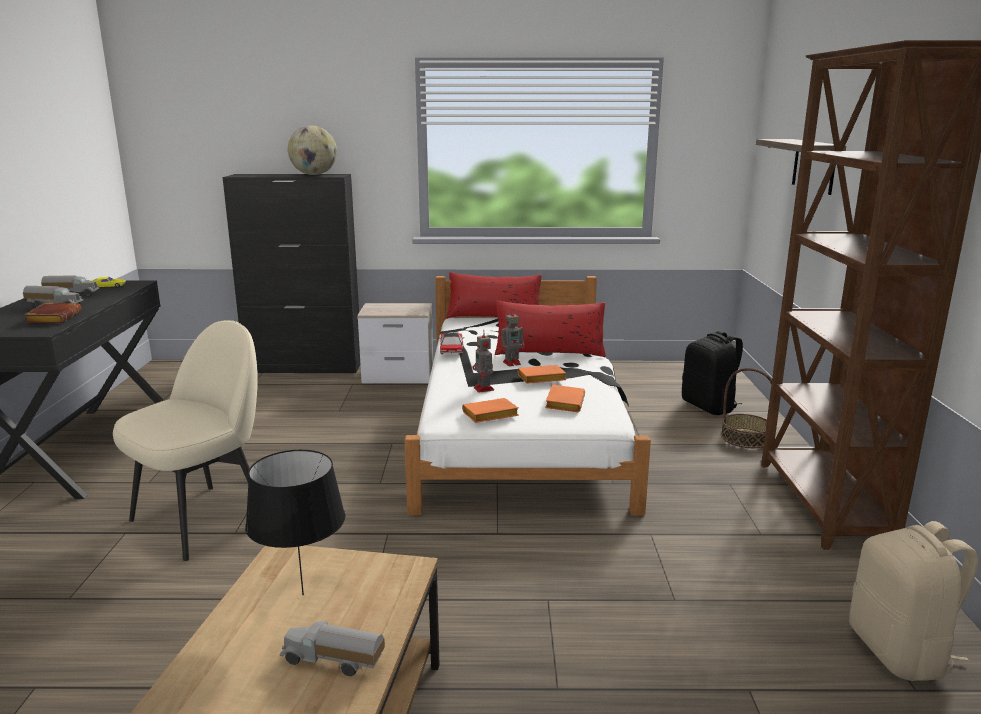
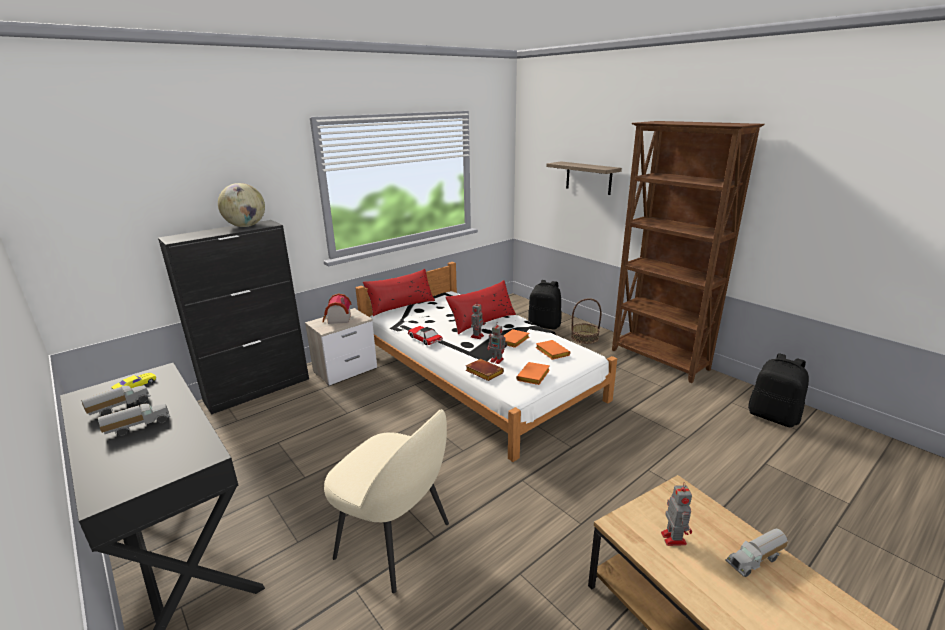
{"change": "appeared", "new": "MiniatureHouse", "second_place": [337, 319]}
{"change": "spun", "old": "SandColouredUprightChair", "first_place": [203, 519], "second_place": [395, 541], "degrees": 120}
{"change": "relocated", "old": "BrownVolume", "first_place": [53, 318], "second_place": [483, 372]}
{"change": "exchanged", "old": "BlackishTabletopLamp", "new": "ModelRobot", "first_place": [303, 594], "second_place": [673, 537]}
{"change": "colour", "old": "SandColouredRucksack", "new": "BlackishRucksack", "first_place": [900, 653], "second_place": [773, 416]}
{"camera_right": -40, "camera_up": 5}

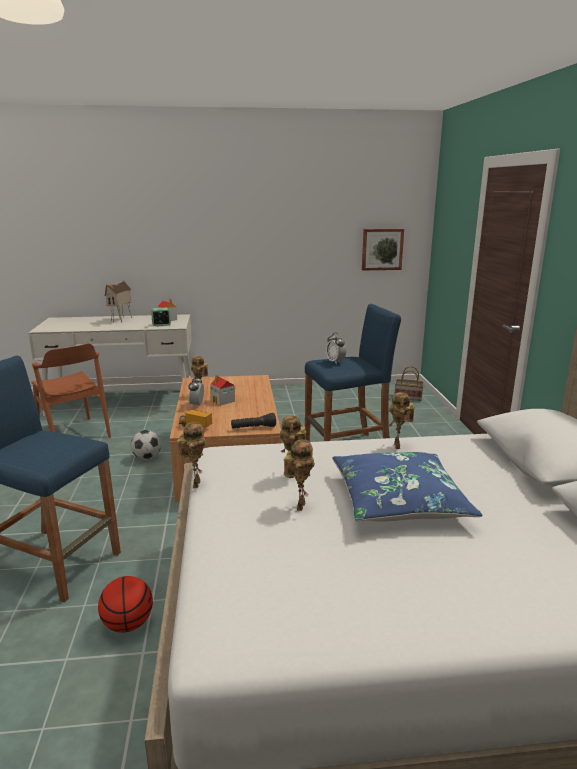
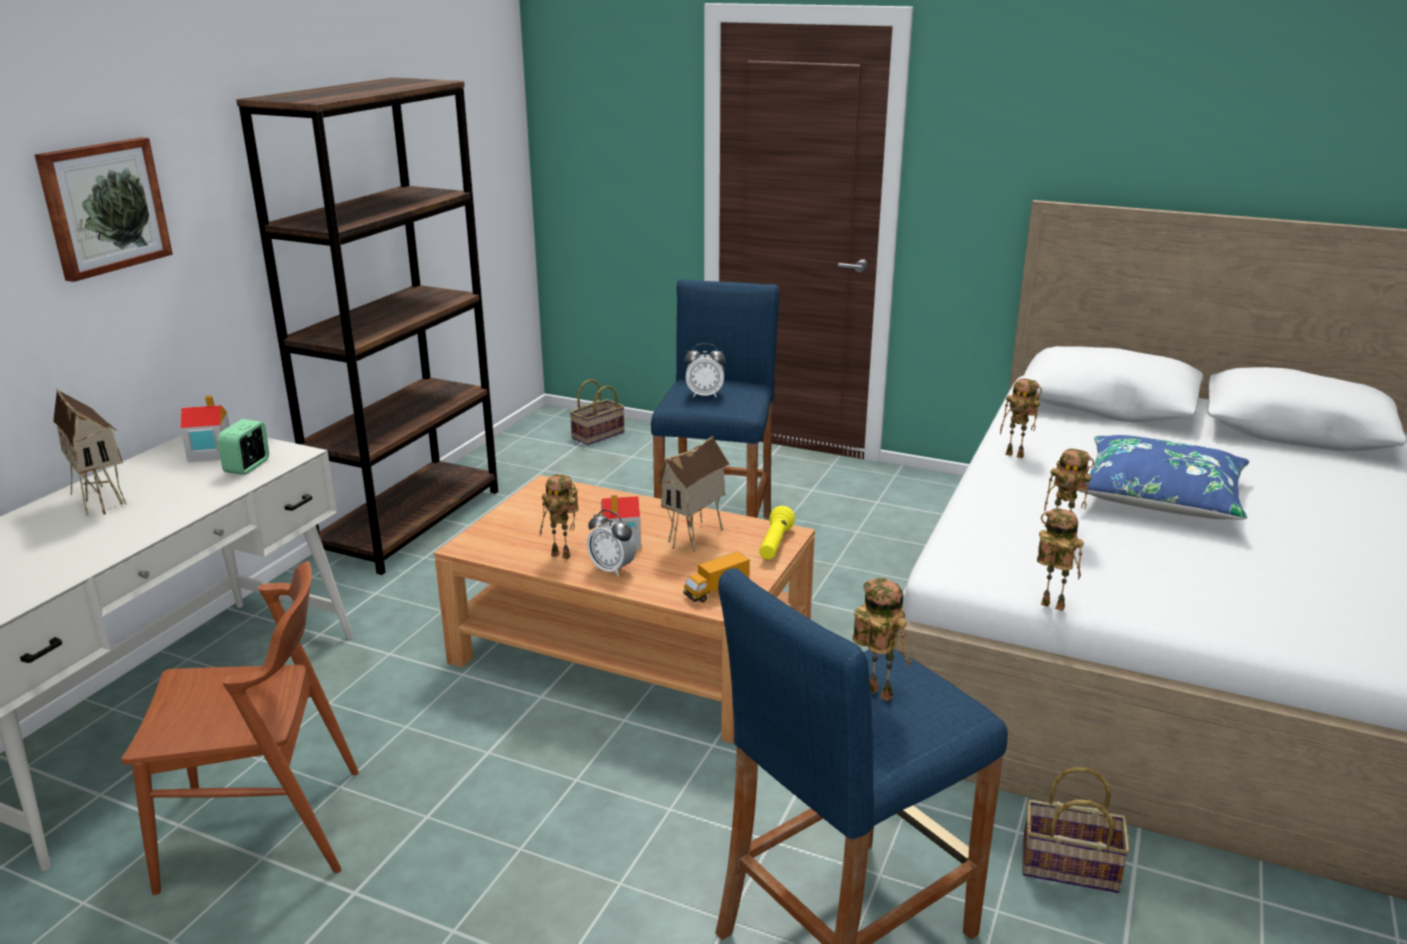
{"change": "relocated", "old": "Picture", "first_place": [382, 249], "second_place": [103, 207]}
{"change": "appeared", "new": "BrownBookcase", "second_place": [412, 522]}
{"change": "appeared", "new": "MiniatureHouse", "second_place": [695, 539]}
{"change": "colour", "old": "BlackishFlashlight", "new": "YellowishFlashlight", "first_place": [253, 428], "second_place": [775, 545]}
{"change": "relocated", "old": "ModelRobot", "first_place": [299, 505], "second_place": [875, 694]}
{"change": "exchanged", "old": "Basketball", "new": "Basket", "first_place": [128, 624], "second_place": [1067, 868]}
{"change": "missing", "old": "Football", "first_place": [147, 458]}
{"camera_right": -60, "camera_up": 5}

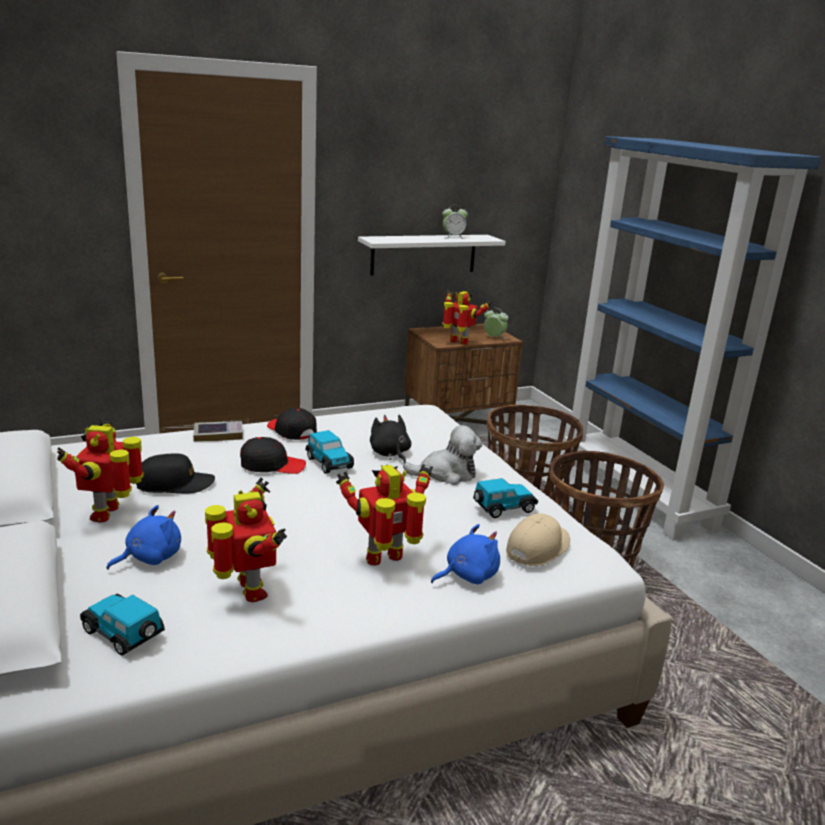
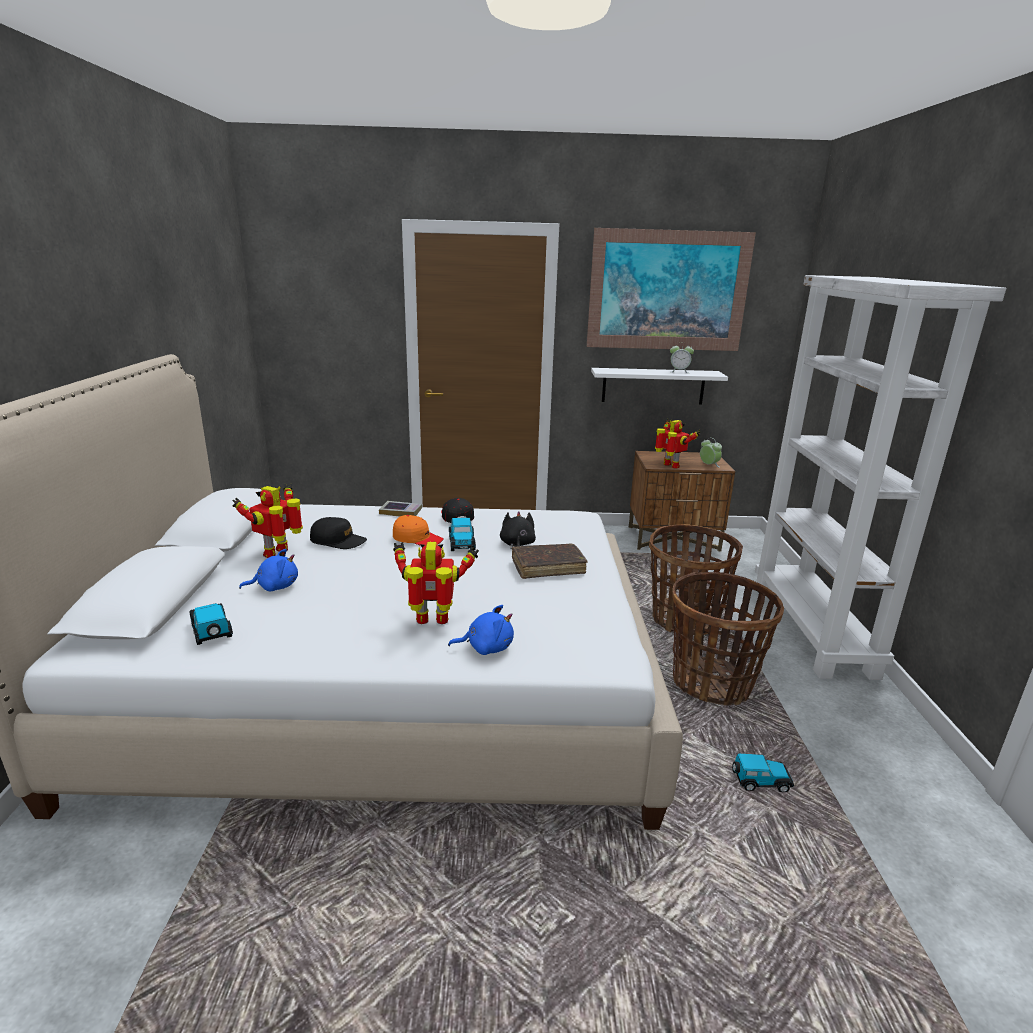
{"change": "colour", "old": "BlackishPeakedCap", "new": "OrangeyPeakedCap", "first_place": [272, 465], "second_place": [417, 539]}
{"change": "exchanged", "old": "CuddlyToy", "new": "BrownVolume", "first_place": [446, 474], "second_place": [548, 567]}
{"change": "appeared", "new": "Picture", "second_place": [668, 291]}
{"change": "relocated", "old": "MiniatureCar", "first_place": [503, 508], "second_place": [759, 781]}
{"change": "colour", "old": "BluishBookcase", "new": "WhiteColouredBookcase", "first_place": [638, 493], "second_place": [813, 629]}
{"change": "missing", "old": "ModelRobot", "first_place": [249, 591]}
{"change": "missing", "old": "SandColouredPeakedCap", "first_place": [538, 548]}
{"camera_right": 25, "camera_up": 0}

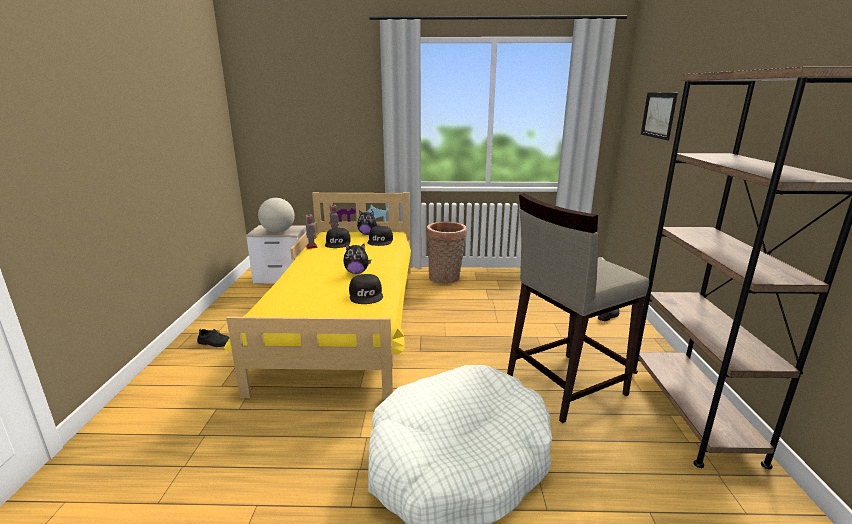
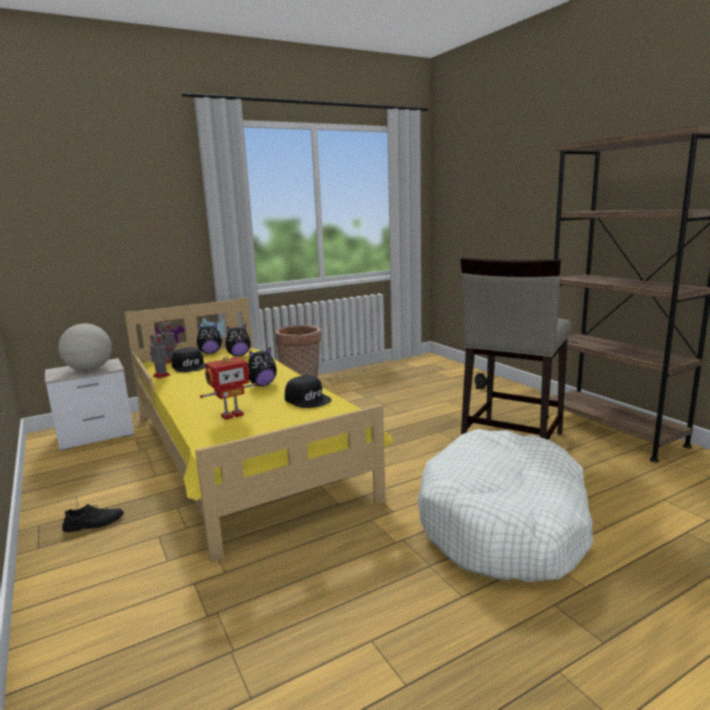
{"change": "appeared", "new": "ModelRobot", "second_place": [232, 415]}
{"change": "exchanged", "old": "BlackishPeakedCap", "new": "CuddlyToy", "first_place": [380, 241], "second_place": [238, 355]}
{"change": "missing", "old": "Picture", "first_place": [658, 115]}
{"camera_right": -30, "camera_up": -5}

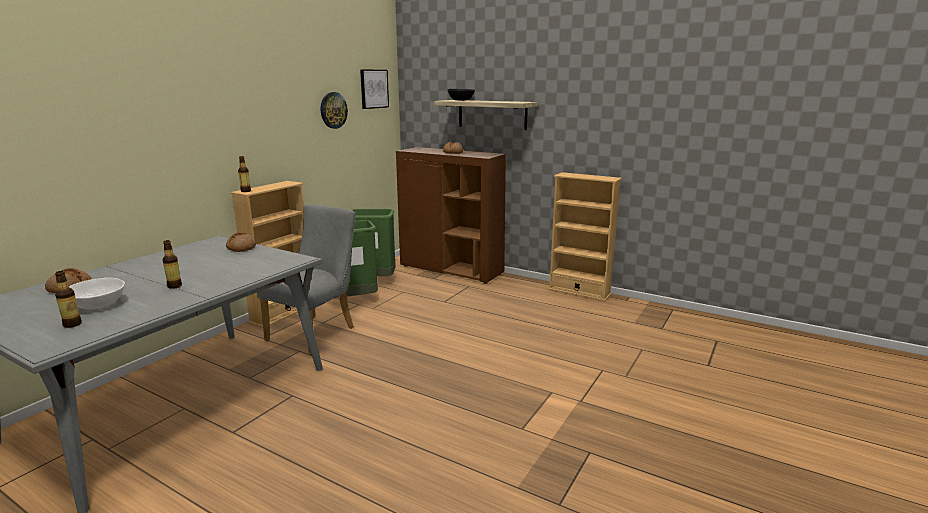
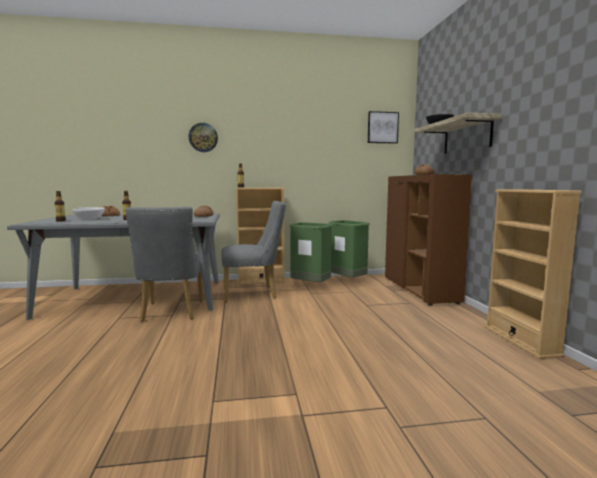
{"change": "appeared", "new": "GreyUprightChair", "second_place": [171, 313]}
{"change": "relocated", "old": "WallClock", "first_place": [333, 110], "second_place": [203, 137]}
{"camera_right": 50, "camera_up": -10}

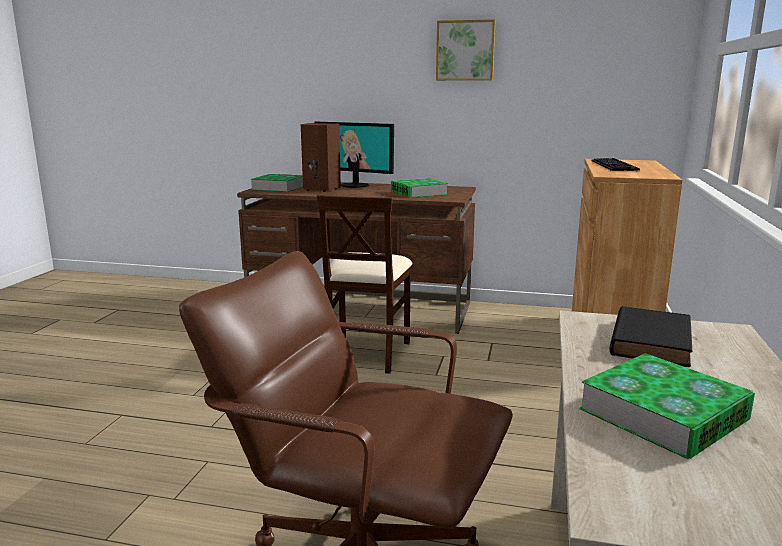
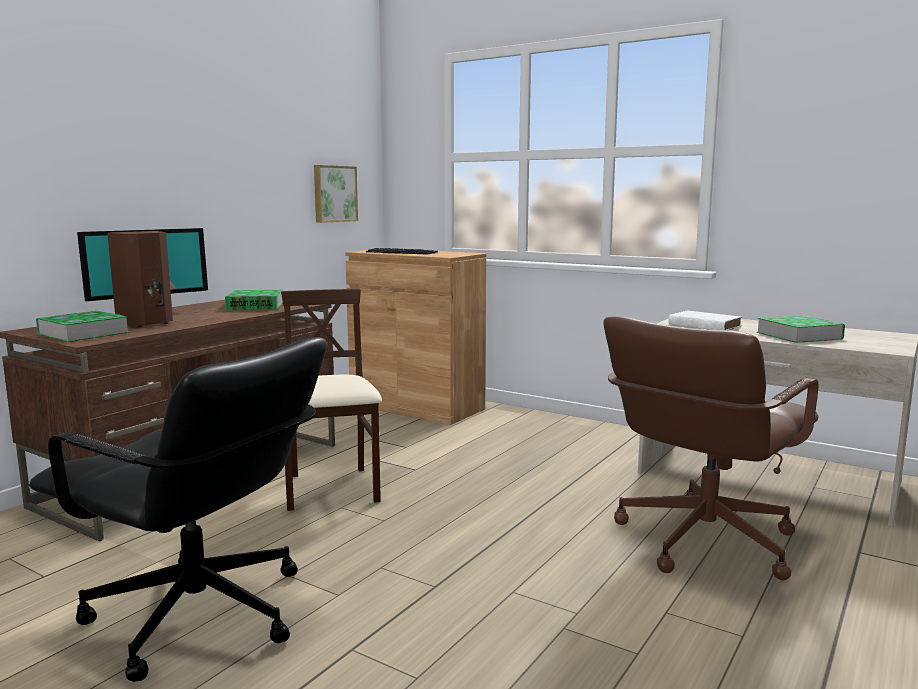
{"change": "appeared", "new": "BlackishDeskChair", "second_place": [199, 616]}
{"change": "spun", "old": "SandColouredUprightChair", "first_place": [366, 353], "second_place": [331, 489], "degrees": -135}
{"change": "relocated", "old": "Picture", "first_place": [465, 51], "second_place": [334, 194]}
{"change": "colour", "old": "BlackishVolume", "new": "WhiteColouredVolume", "first_place": [650, 341], "second_place": [702, 325]}
{"camera_right": -70, "camera_up": -5}

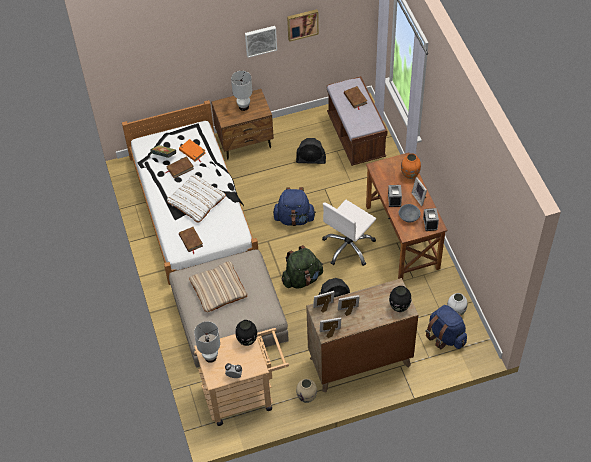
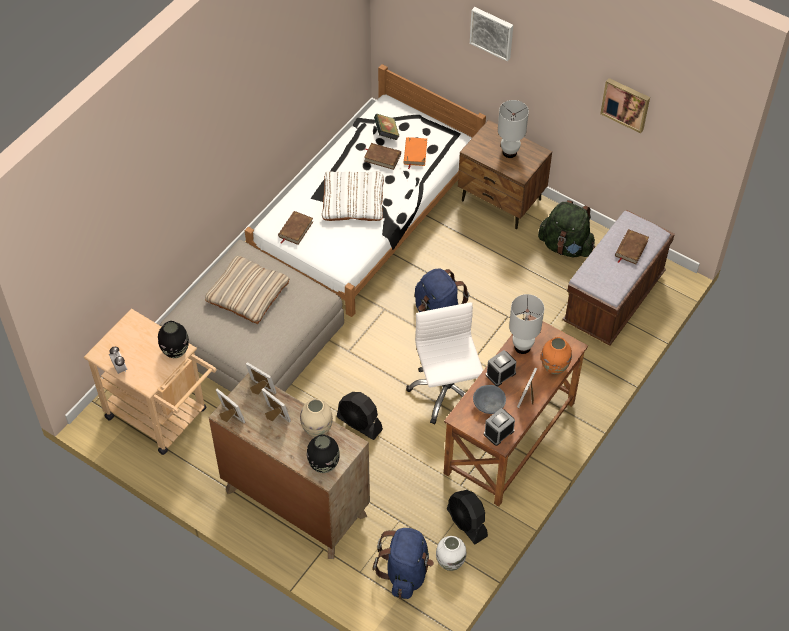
{"change": "relocated", "old": "SandColouredFlowerVase", "first_place": [307, 397], "second_place": [317, 429]}
{"change": "spun", "old": "WhiteColouredDeskChair", "first_place": [348, 247], "second_place": [446, 392], "degrees": 75}
{"change": "relocated", "old": "BlackishFan", "first_place": [311, 159], "second_place": [466, 523]}
{"change": "relocated", "old": "Picture", "first_place": [260, 40], "second_place": [492, 32]}
{"change": "relocated", "old": "WhiteColouredTabletopLamp", "first_place": [210, 357], "second_place": [522, 347]}
{"change": "relocated", "old": "GreenColouredRucksack", "first_place": [302, 278], "second_place": [565, 246]}
{"camera_right": 50, "camera_up": 0}

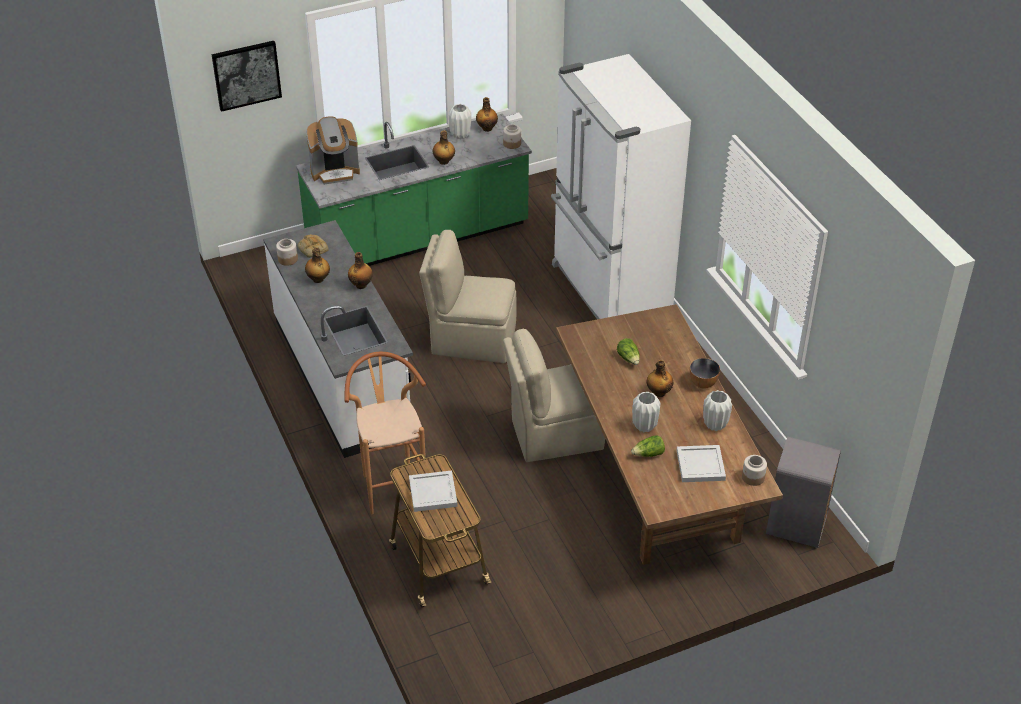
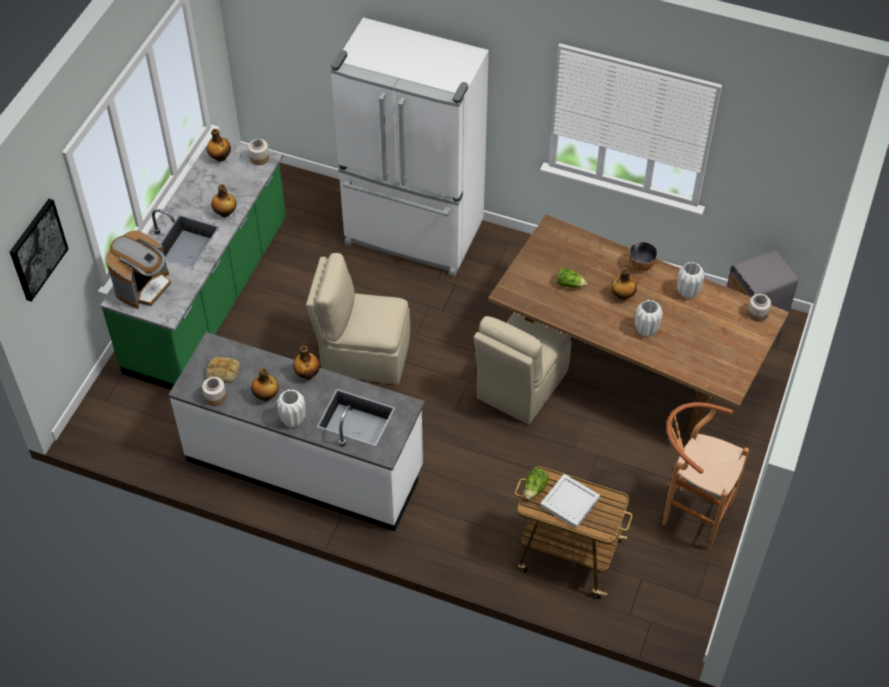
{"change": "relocated", "old": "WhiteColouredFlowerVase", "first_place": [460, 135], "second_place": [293, 420]}
{"change": "spun", "old": "SandColouredUprightChair", "first_place": [471, 339], "second_place": [363, 355], "degrees": 45}
{"change": "relocated", "old": "Lettuce", "first_place": [648, 454], "second_place": [535, 488]}
{"change": "relocated", "old": "BrownStoolSeat", "first_place": [391, 484], "second_place": [689, 513]}
{"change": "missing", "old": "WhiteColouredTray", "first_place": [699, 465]}
{"camera_right": -45, "camera_up": 10}

